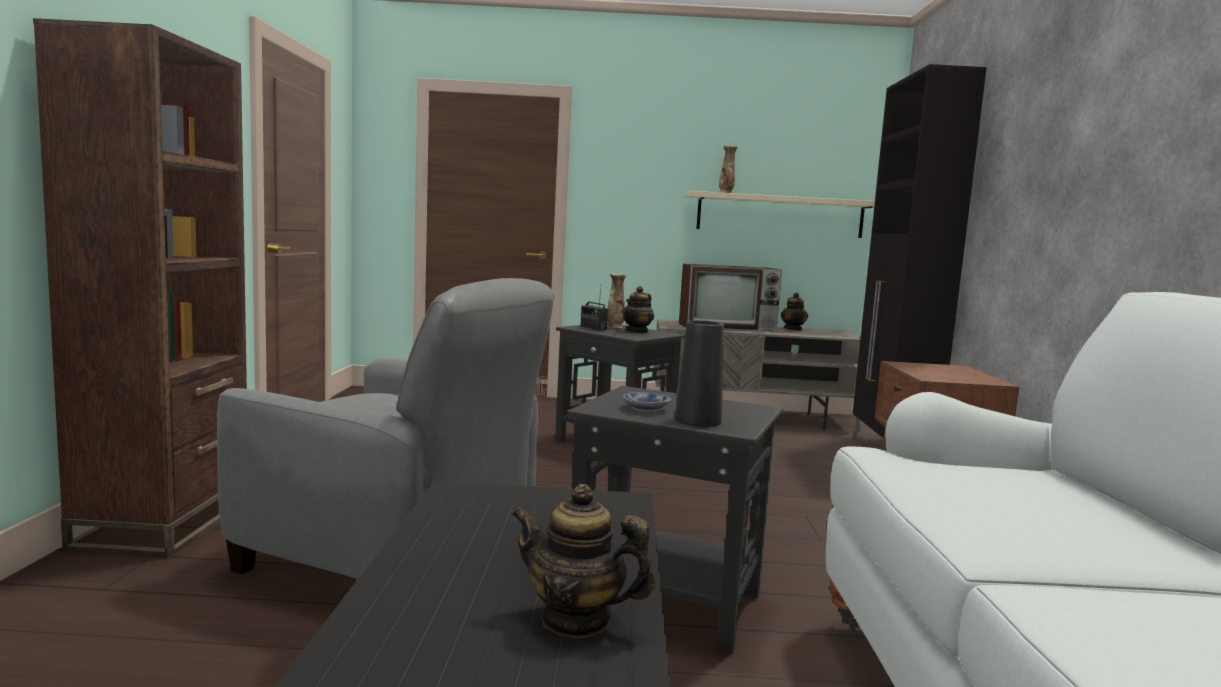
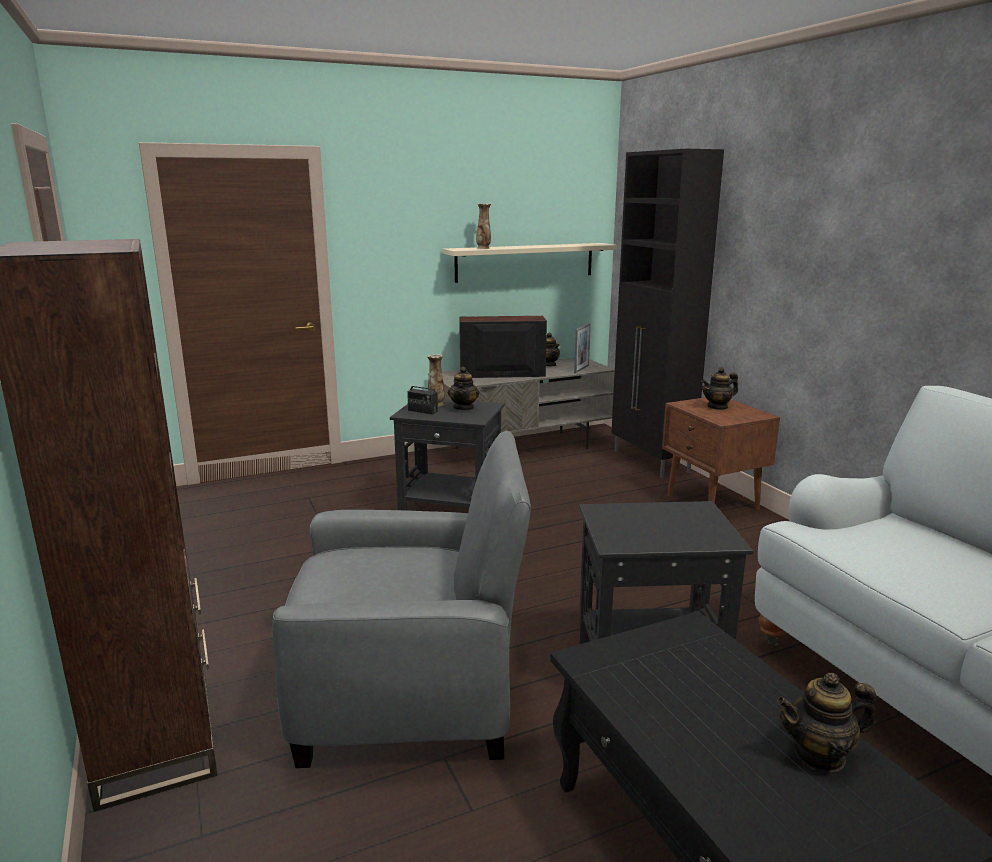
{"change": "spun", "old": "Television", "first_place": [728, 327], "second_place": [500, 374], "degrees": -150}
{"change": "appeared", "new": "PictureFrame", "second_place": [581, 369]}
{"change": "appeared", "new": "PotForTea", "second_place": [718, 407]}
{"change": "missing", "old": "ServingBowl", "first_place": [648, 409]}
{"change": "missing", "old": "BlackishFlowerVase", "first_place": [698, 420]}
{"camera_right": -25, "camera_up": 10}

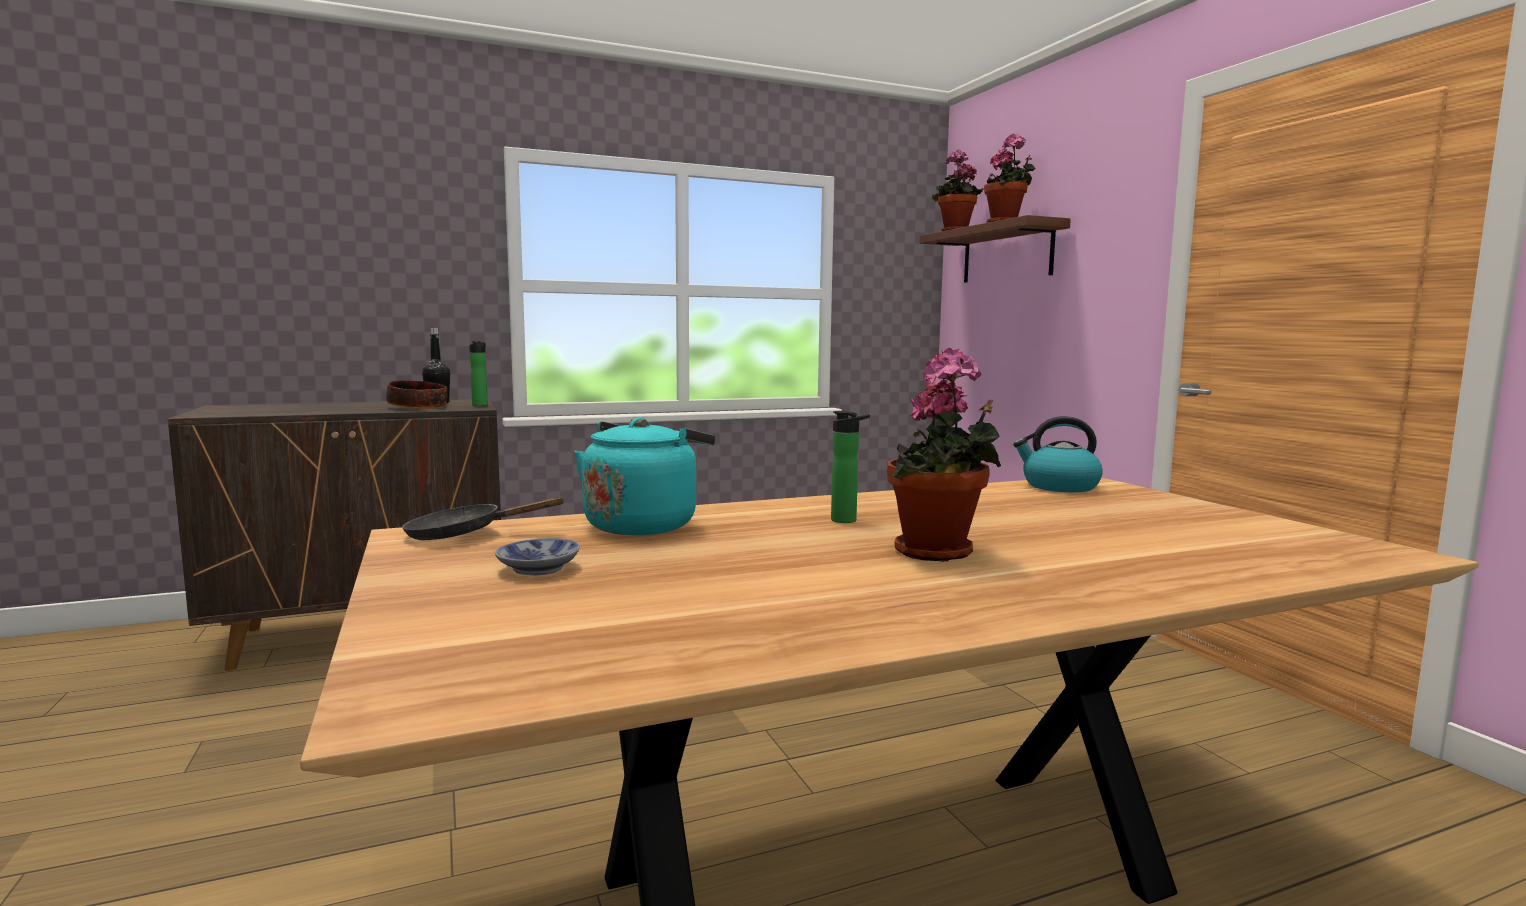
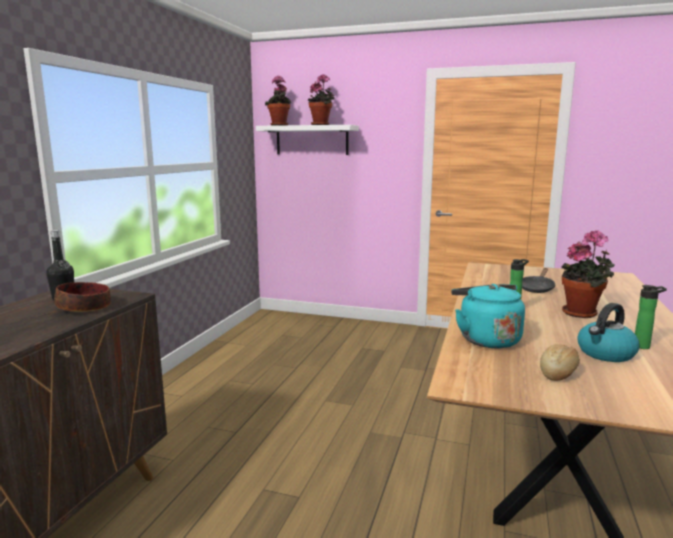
{"change": "colour", "old": "BrownWallShelf", "new": "WhiteColouredWallShelf", "first_place": [1007, 254], "second_place": [312, 140]}
{"change": "relocated", "old": "BlackishFryingPan", "first_place": [464, 534], "second_place": [536, 288]}
{"change": "exchanged", "old": "ServingBowl", "new": "Bread", "first_place": [541, 568], "second_place": [558, 373]}
{"change": "relocated", "old": "WaterKettle", "first_place": [1059, 486], "second_place": [605, 354]}
{"change": "relocated", "old": "Bottle", "first_place": [480, 405], "second_place": [644, 346]}
{"camera_right": -50, "camera_up": 5}

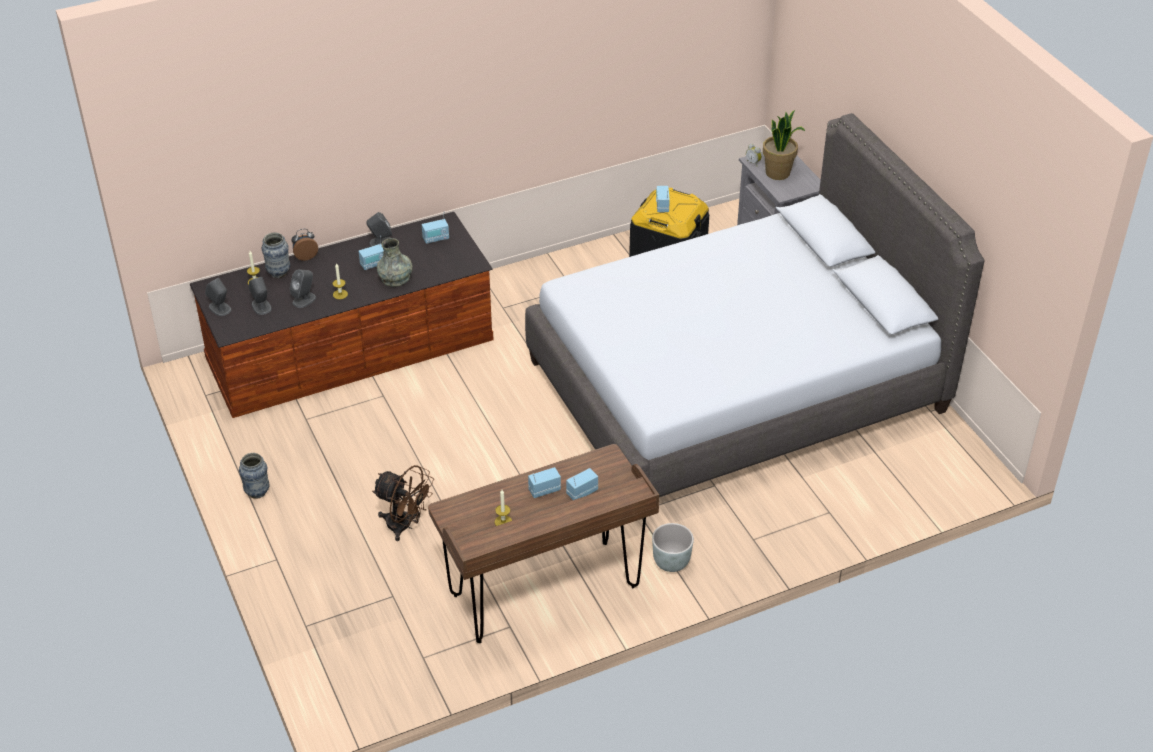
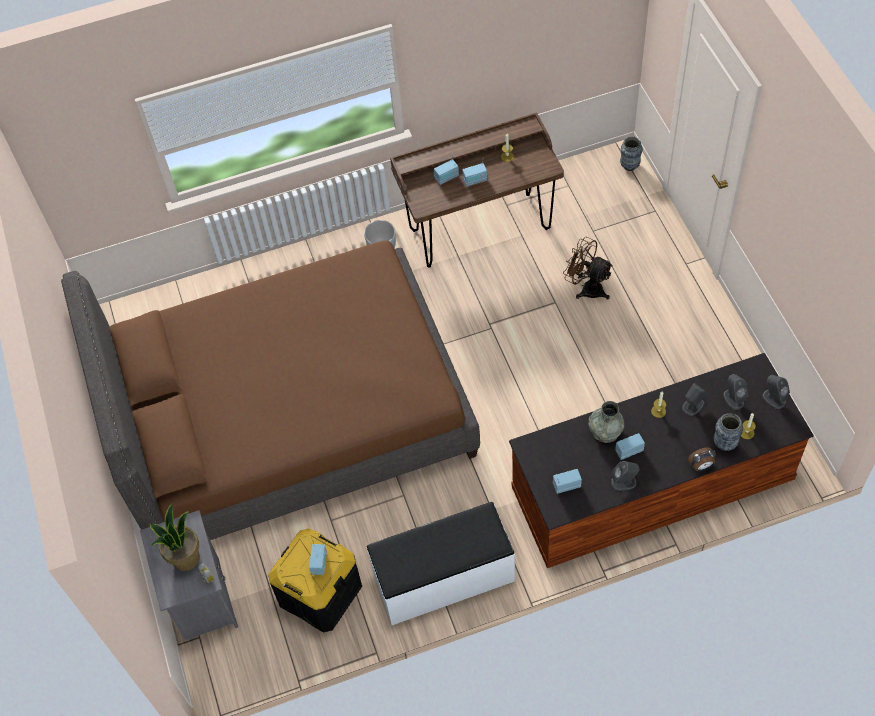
{"change": "colour", "old": "GreySleepingBed", "new": "BrownSleepingBed", "first_place": [735, 385], "second_place": [291, 417]}
{"change": "appeared", "new": "WhiteColouredIndoorBench", "second_place": [444, 579]}
{"change": "relocated", "old": "FlowerVase", "first_place": [257, 492], "second_place": [629, 166]}
{"camera_right": -170, "camera_up": 15}

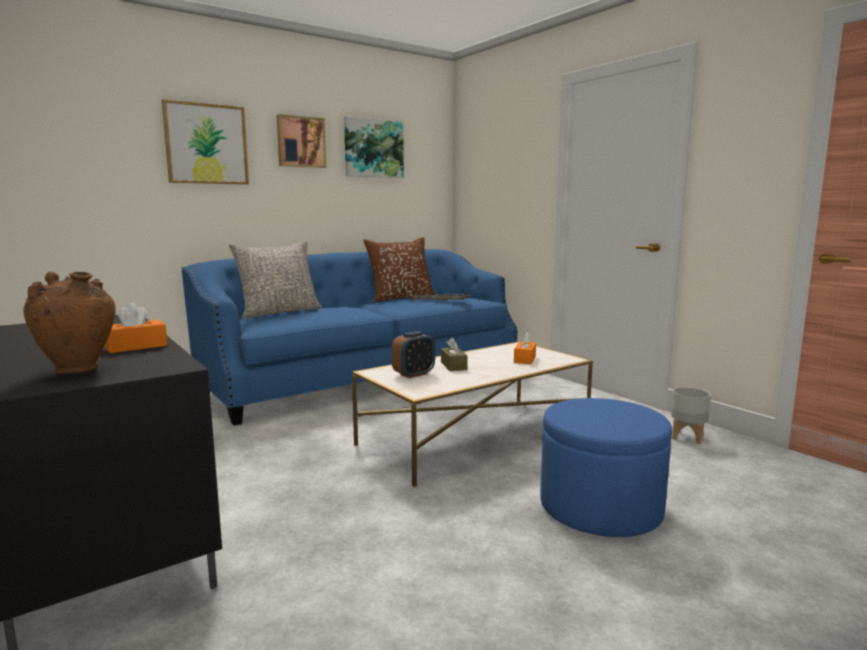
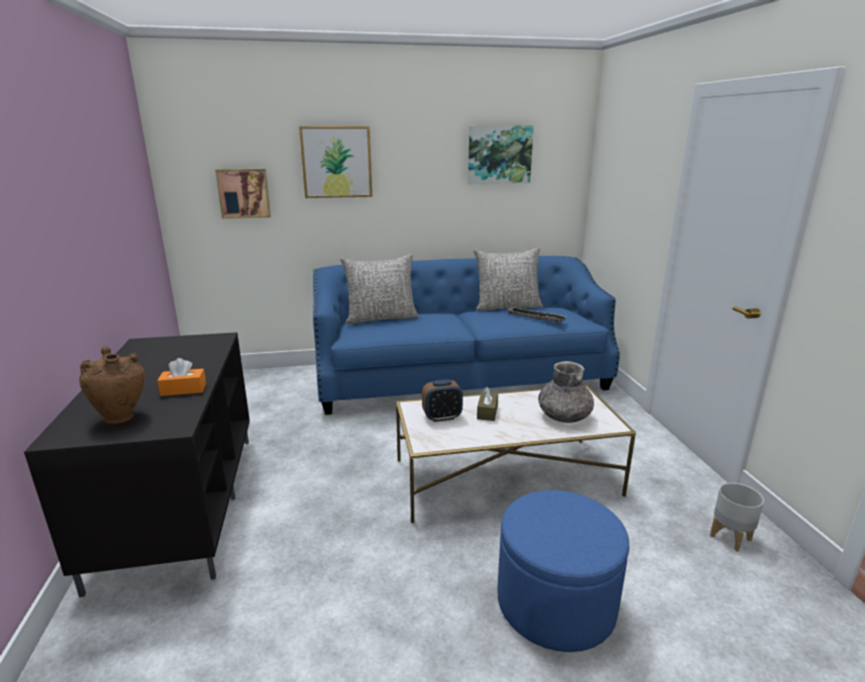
{"change": "relocated", "old": "Picture", "first_place": [300, 142], "second_place": [244, 193]}
{"change": "colour", "old": "BrownCushion", "new": "GreyCushion", "first_place": [401, 298], "second_place": [507, 307]}
{"change": "exchanged", "old": "OrangeyTissueHolder", "new": "GreyFlowerVase", "first_place": [524, 359], "second_place": [564, 416]}
{"camera_right": 25, "camera_up": 10}

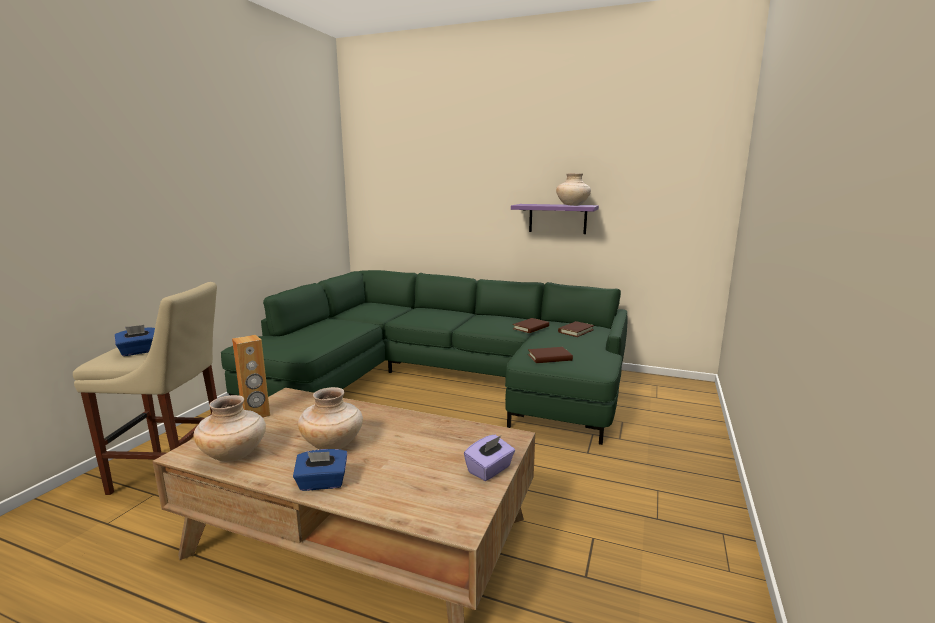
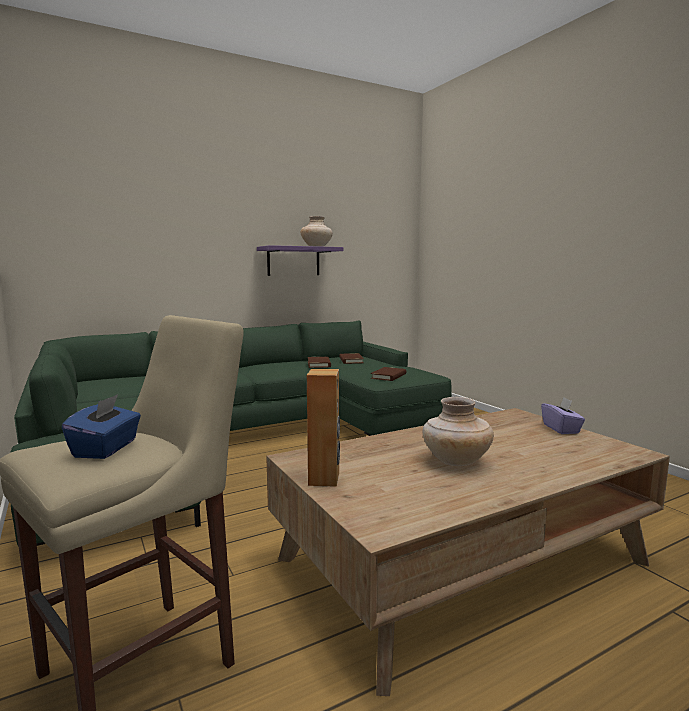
{"change": "missing", "old": "SandColouredFlowerVase", "first_place": [234, 455]}
{"change": "missing", "old": "BluishTissueHolder", "first_place": [322, 483]}
{"camera_right": -50, "camera_up": -5}

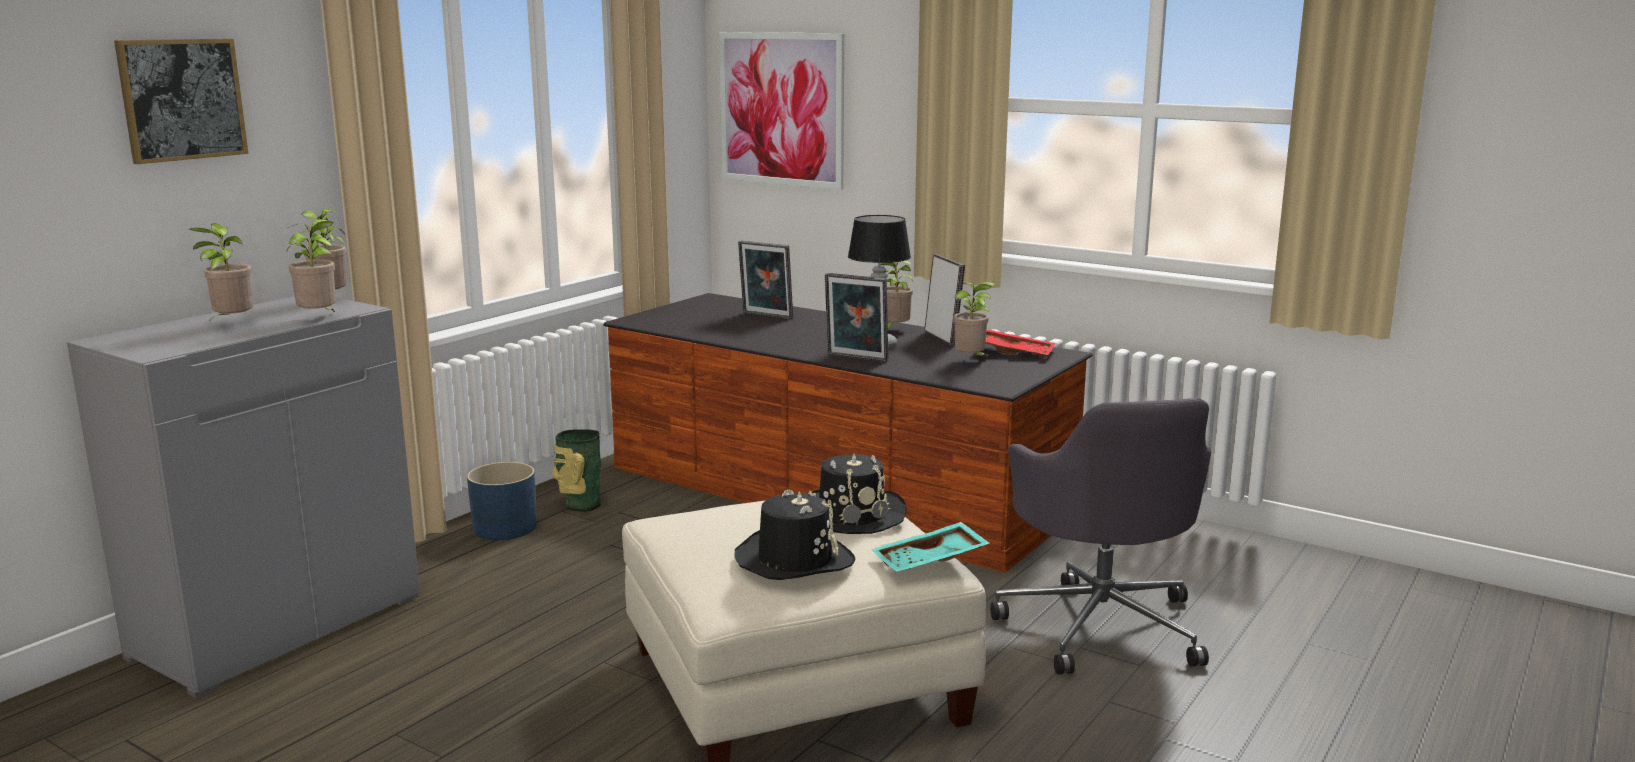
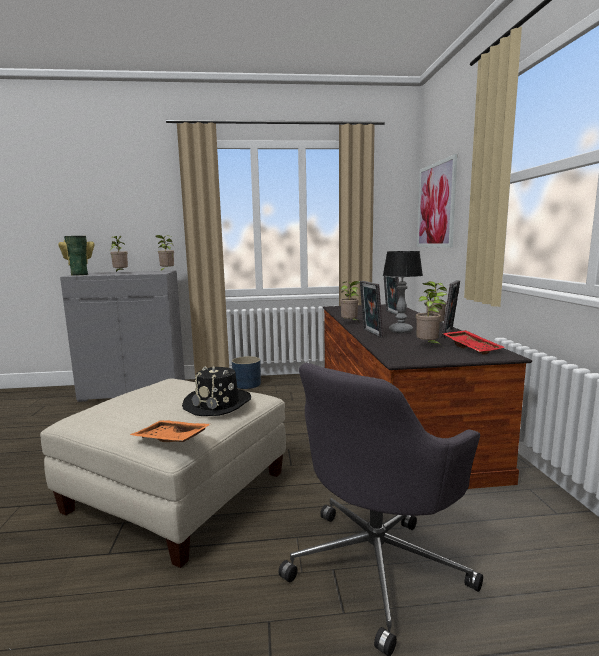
{"change": "relocated", "old": "FlowerVase", "first_place": [580, 505], "second_place": [79, 274]}
{"change": "colour", "old": "TurquoiseTray", "new": "OrangeyTray", "first_place": [930, 561], "second_place": [170, 440]}
{"change": "relocated", "old": "PottedPlant", "first_place": [320, 318], "second_place": [350, 323]}
{"change": "missing", "old": "Picture", "first_place": [182, 99]}
{"change": "missing", "old": "BlackishClothingHat", "first_place": [794, 559]}
{"camera_right": 50, "camera_up": -5}

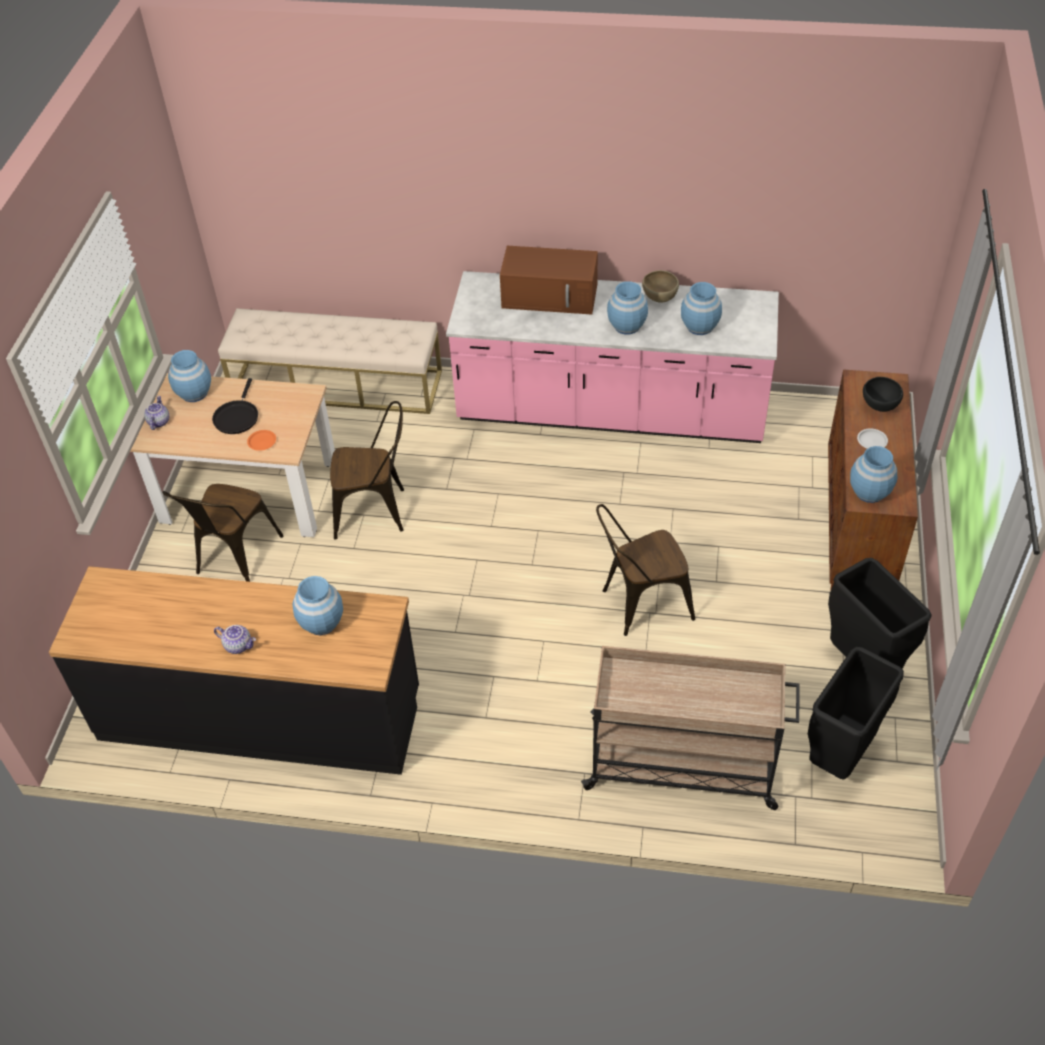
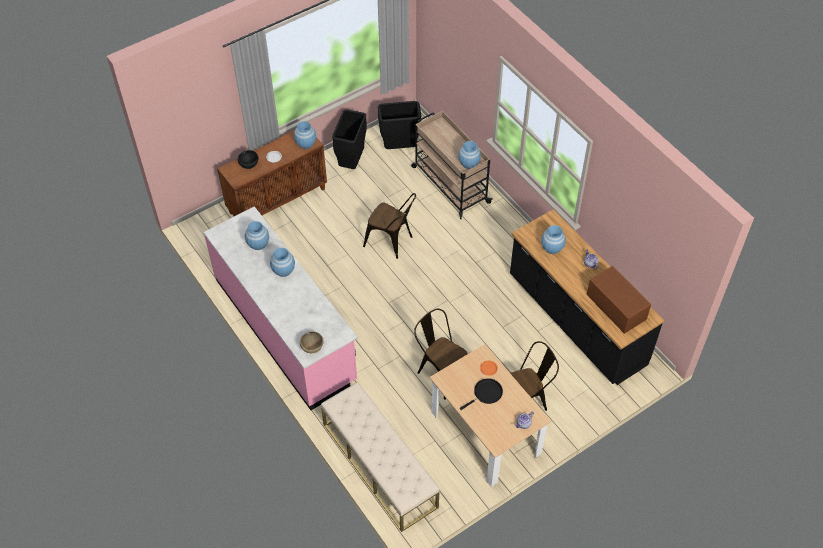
{"change": "relocated", "old": "BrownServingBowl", "first_place": [659, 299], "second_place": [312, 348]}
{"change": "relocated", "old": "BluishFlowerVase", "first_place": [194, 393], "second_place": [469, 163]}
{"change": "relocated", "old": "BrownMicrowave", "first_place": [551, 296], "second_place": [615, 306]}
{"camera_right": -135, "camera_up": 5}

